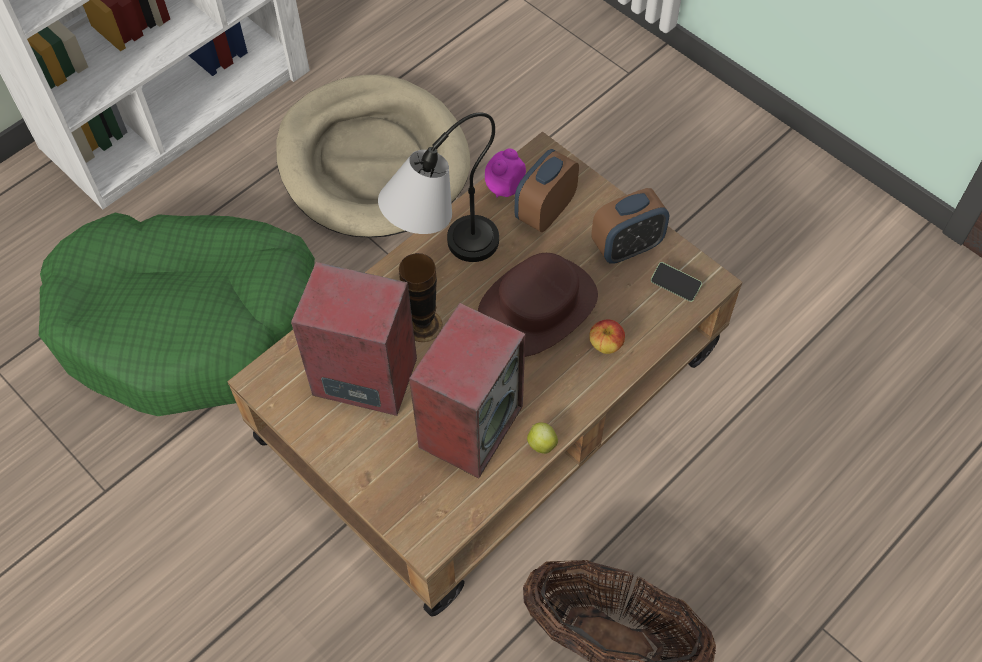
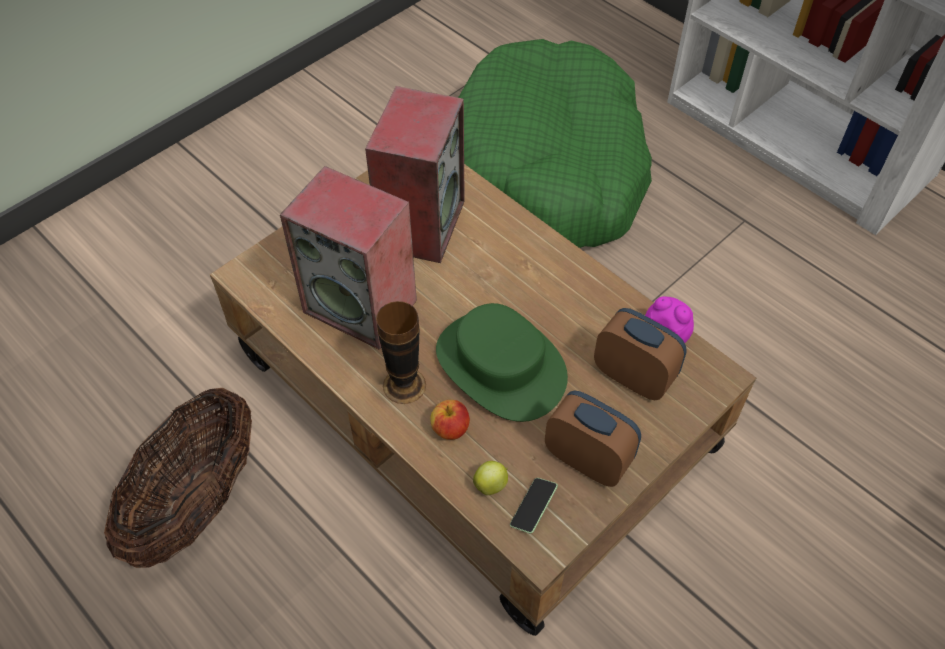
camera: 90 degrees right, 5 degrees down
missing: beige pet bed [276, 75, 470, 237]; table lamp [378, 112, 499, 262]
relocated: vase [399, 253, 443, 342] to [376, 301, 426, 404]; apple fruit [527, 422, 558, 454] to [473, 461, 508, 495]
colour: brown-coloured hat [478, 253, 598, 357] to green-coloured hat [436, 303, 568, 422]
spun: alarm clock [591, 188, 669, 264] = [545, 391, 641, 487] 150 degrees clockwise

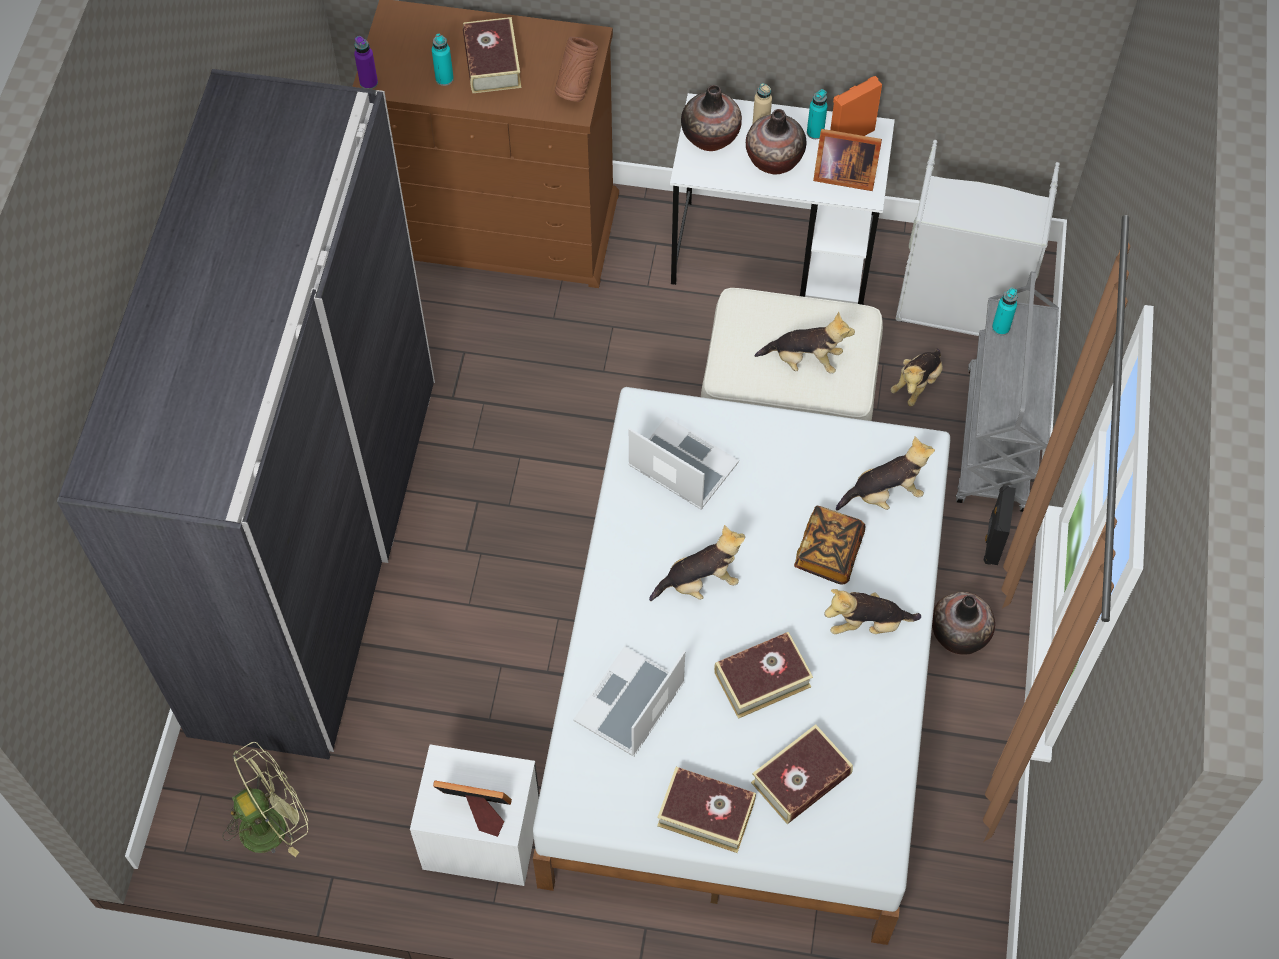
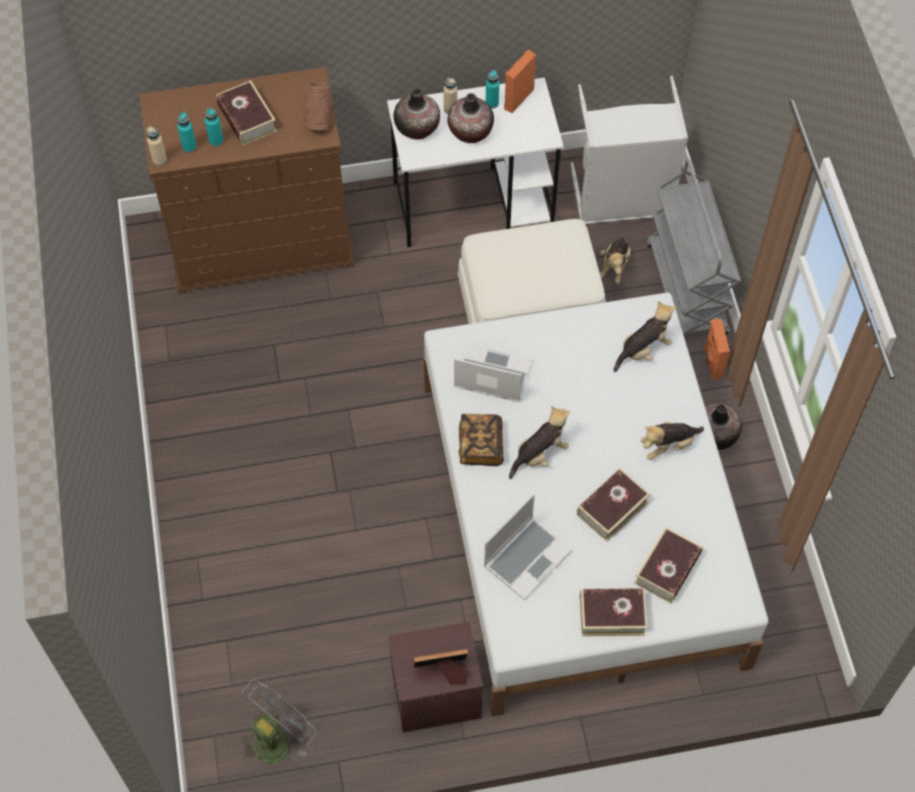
camera: 20 degrees left, 0 degrees up
missing: greyish armoire [57, 69, 435, 759]; picture frame [813, 129, 882, 191]; cuddly toy [755, 312, 855, 374]
relocated: blue-green bottle [992, 288, 1018, 335] to [177, 112, 197, 153]; bound book [794, 506, 865, 585] to [458, 414, 504, 466]
colour: purple bottle [354, 36, 378, 89] to beige bottle [146, 126, 167, 166]; black-coloured speaker [984, 485, 1016, 565] to orange speaker [704, 319, 730, 380]; green-coloured cooling fan [222, 742, 308, 857] to greyish cooling fan [241, 680, 316, 764]; white night table [410, 745, 539, 886] to brown-coloured night table [388, 622, 483, 732]
spun: notebook computer [573, 646, 685, 757] = [484, 494, 572, 600] 150 degrees counterclockwise

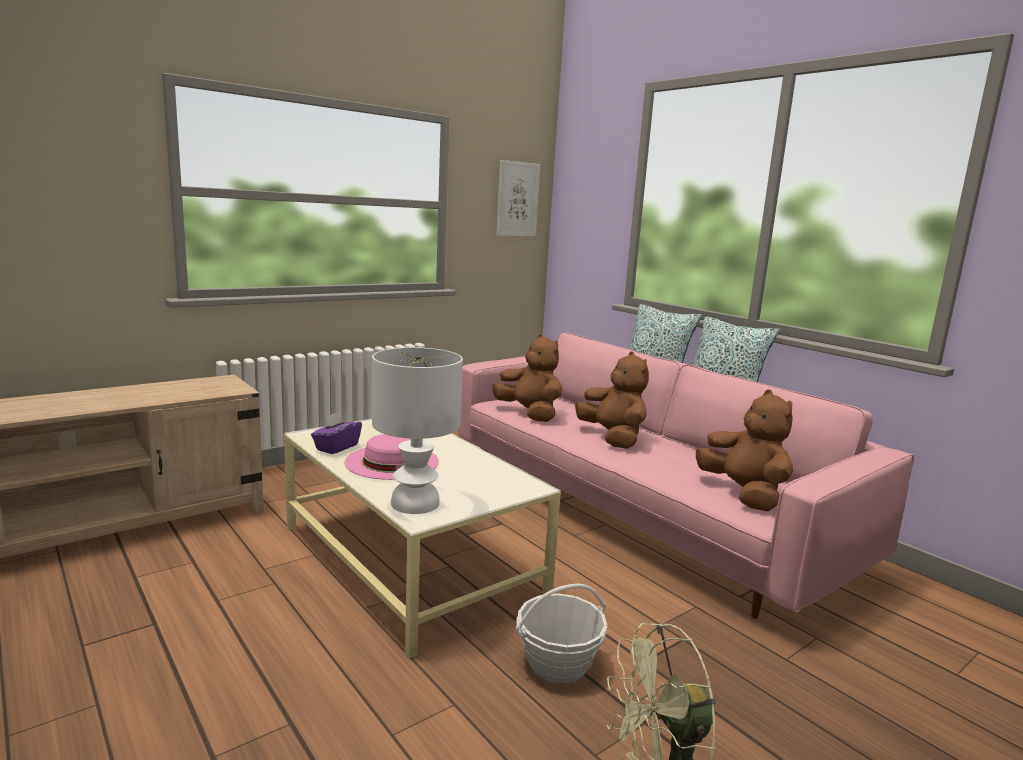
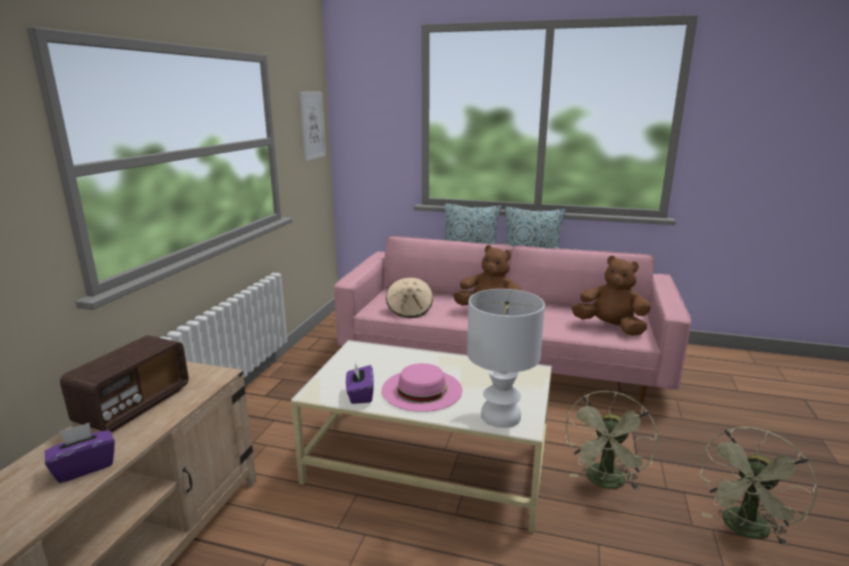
camera: 35 degrees left, 5 degrees up
appeared: radio set [60, 335, 189, 432]; purple box of tissues [45, 423, 115, 483]
exchanged: brown-coloured cuddly toy [492, 334, 562, 422] to beige hat [386, 278, 433, 318]; basket [516, 584, 607, 683] to green-coloured cooling fan [564, 391, 658, 490]

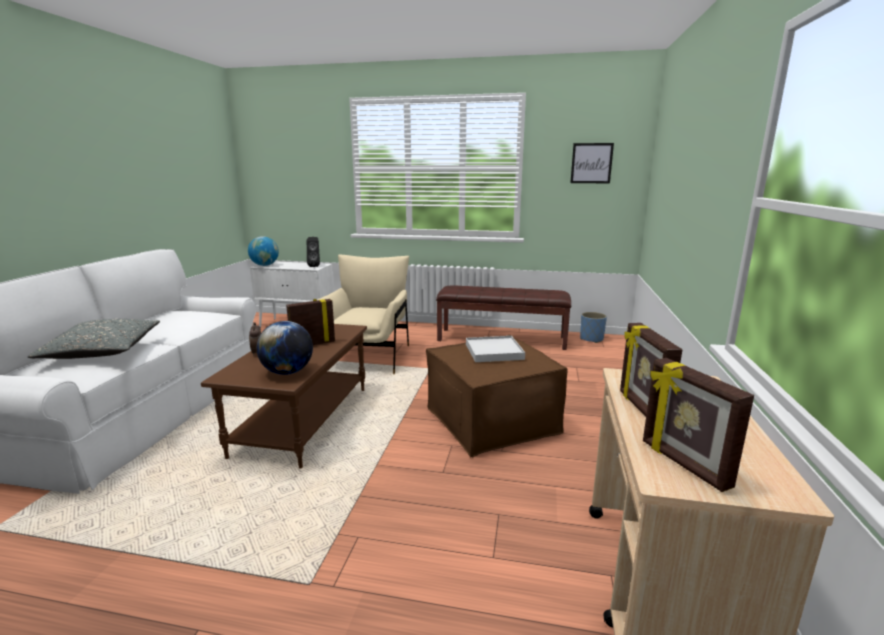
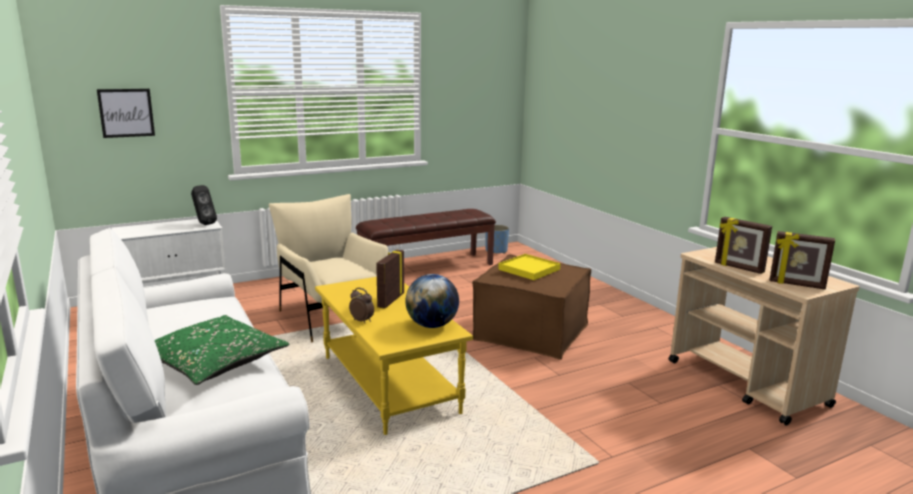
camera: 40 degrees left, 0 degrees up
missing: globe [248, 236, 279, 266]
relocated: wall picture [570, 143, 614, 183] to [97, 89, 155, 138]
colour: greyish pillow [28, 319, 160, 359] to green-coloured pillow [155, 315, 289, 385]; brown-coloured lounge table [201, 324, 367, 468] to yellowish lounge table [315, 277, 473, 435]; white serving tray [466, 336, 525, 362] to yellowish serving tray [498, 254, 560, 280]

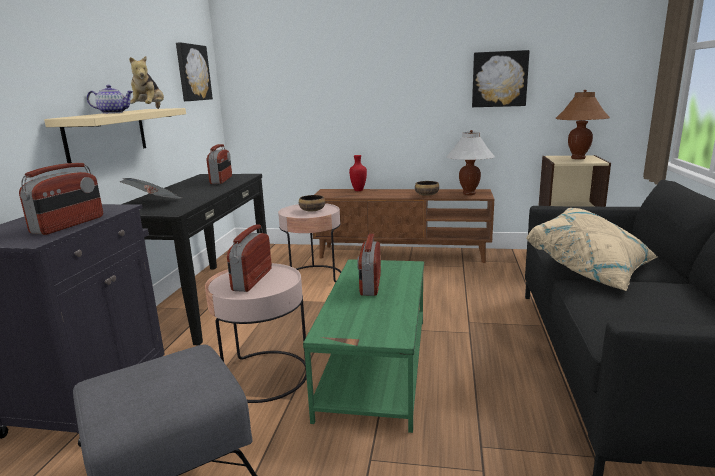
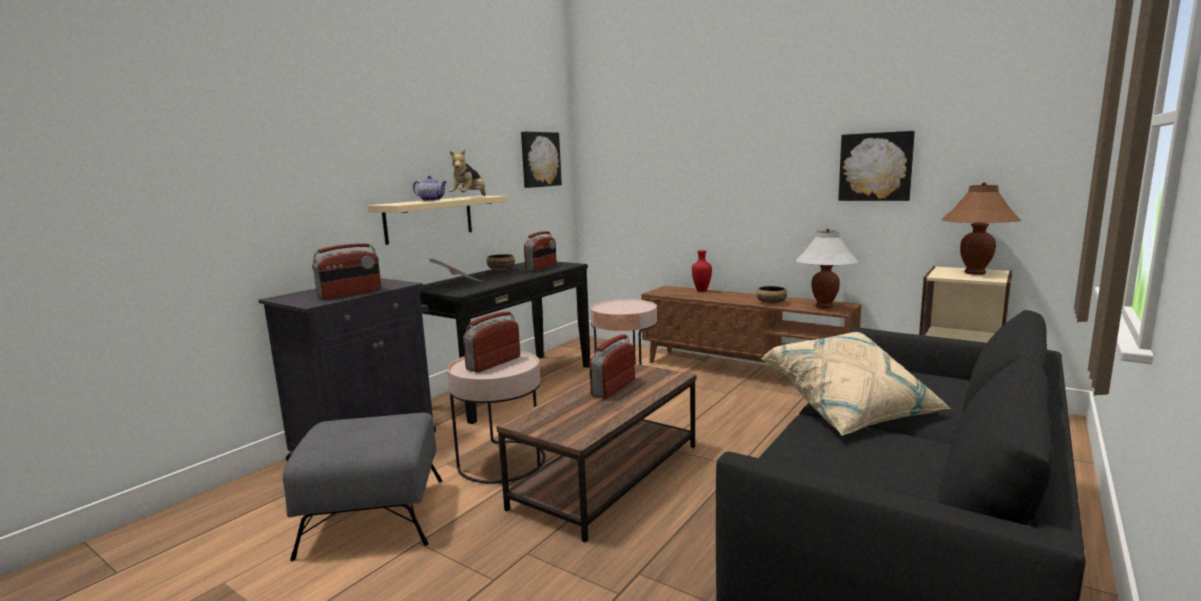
camera: 25 degrees right, 5 degrees down
relocated: bowl [299, 195, 325, 212] to [487, 254, 515, 270]
colour: green-coloured lounge table [303, 259, 424, 433] to brown-coloured lounge table [497, 364, 697, 543]

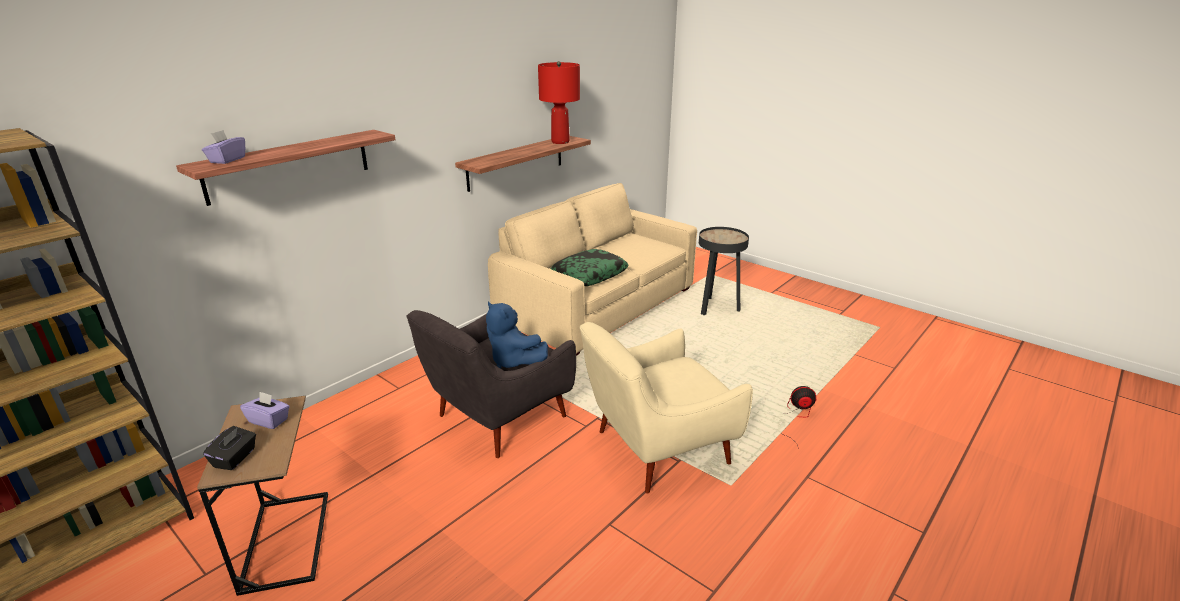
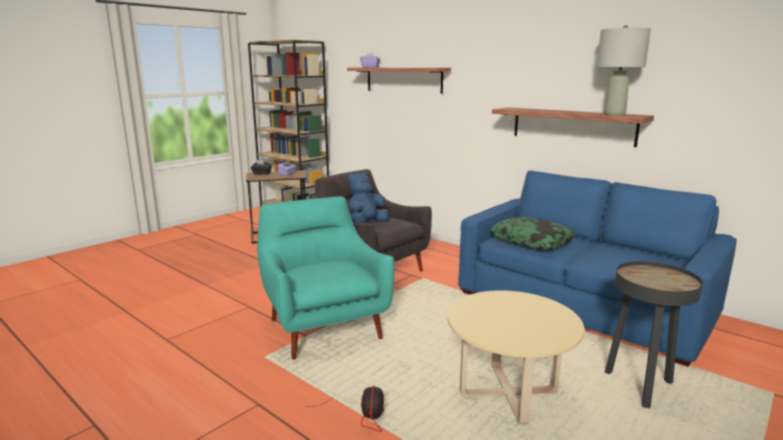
camera: 90 degrees right, 10 degrees down
appeared: beige lounge table [448, 290, 584, 424]
colour: reddish table lamp [538, 61, 580, 144] to greyish table lamp [597, 25, 651, 116]; beige sofa [488, 183, 697, 356] to blue sofa [458, 171, 737, 367]; beige armchair [580, 322, 753, 493] to blue-green armchair [257, 196, 394, 360]

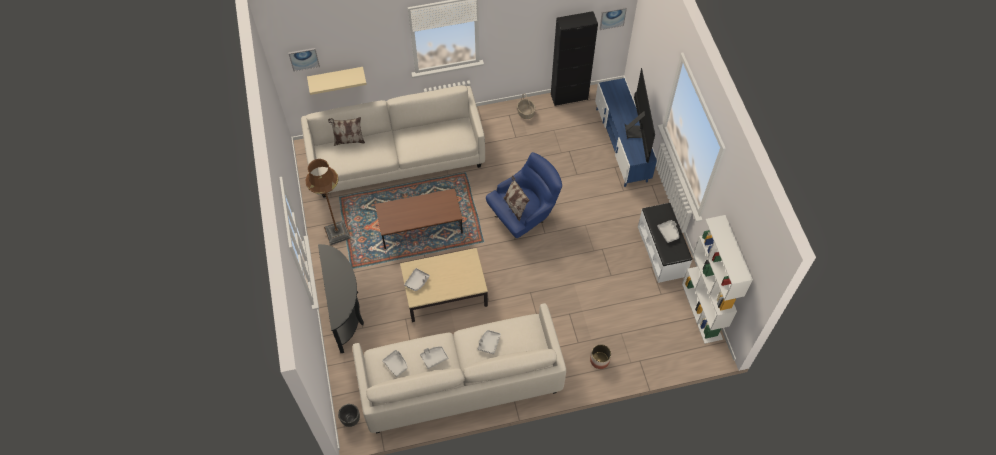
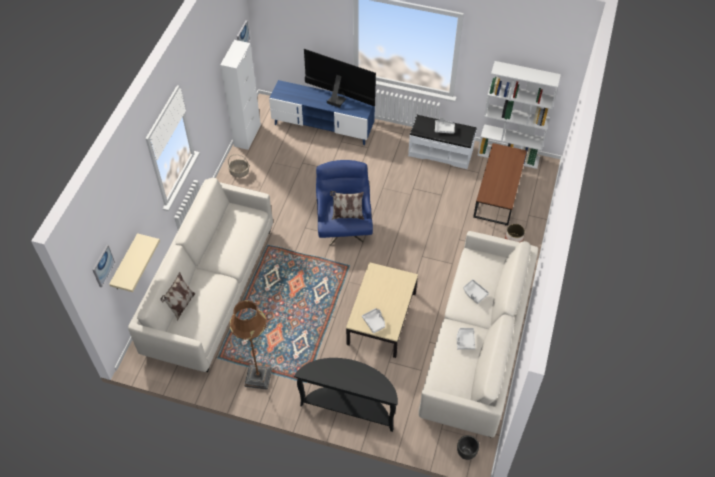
camera: 60 degrees left, 5 degrees down
missing: greyish serving tray [382, 350, 408, 377]
relocated: brown-coloured lounge table [375, 188, 463, 249] to [473, 143, 527, 225]
colour: black-coloured cabinet [551, 11, 598, 106] to white cabinet [220, 40, 261, 150]

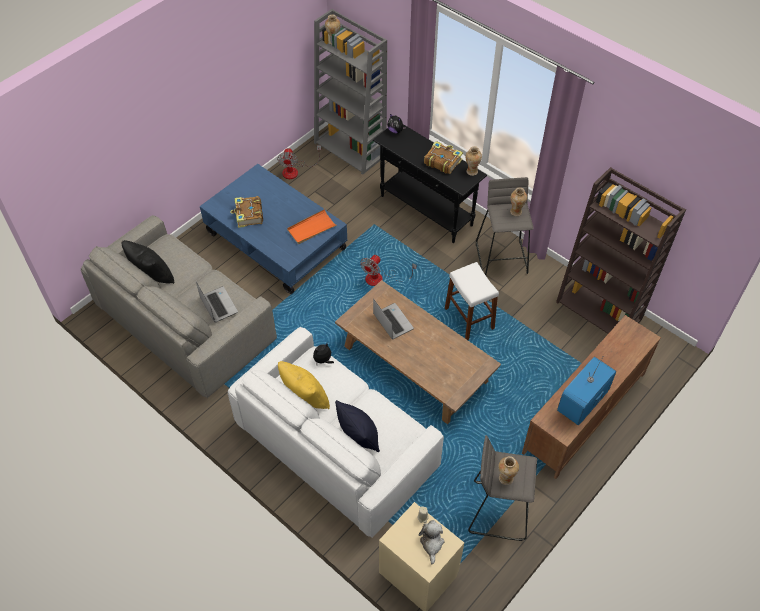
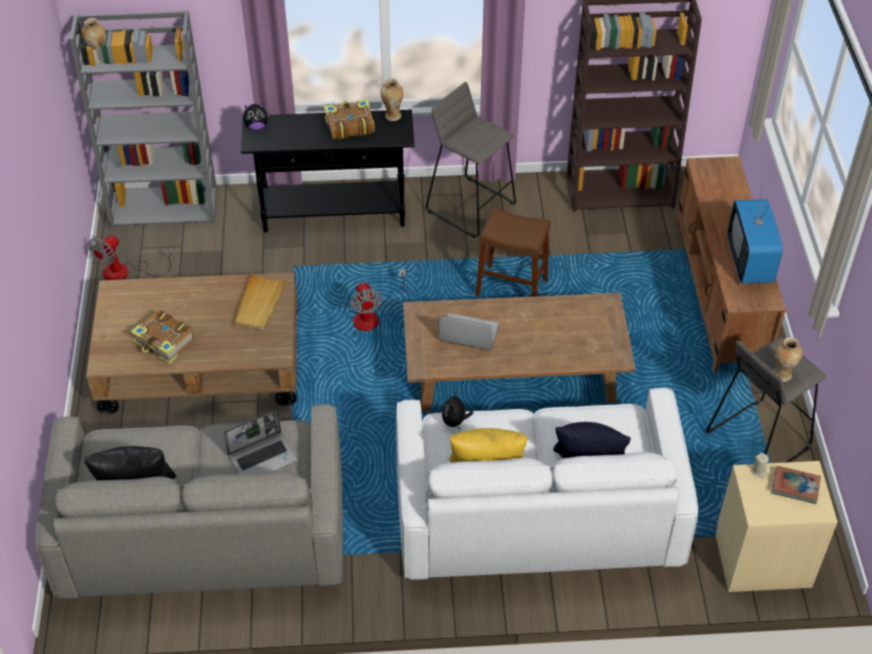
camera: 45 degrees left, 5 degrees down
missing: vase [510, 187, 527, 216]
exchanged: cuddly toy [419, 520, 445, 564] to bound book [772, 466, 821, 504]
colour: blue lounge table [200, 164, 347, 294] to brown-coloured lounge table [86, 272, 297, 414]; orange serving tray [287, 209, 337, 244] to beige serving tray [233, 272, 288, 331]; white stool seat [445, 262, 499, 340] to brown-coloured stool seat [475, 207, 551, 297]
spun: cooling fan [277, 145, 321, 179] = [88, 235, 175, 280] 75 degrees clockwise; notebook computer [196, 282, 238, 323] = [224, 409, 298, 474] 135 degrees clockwise

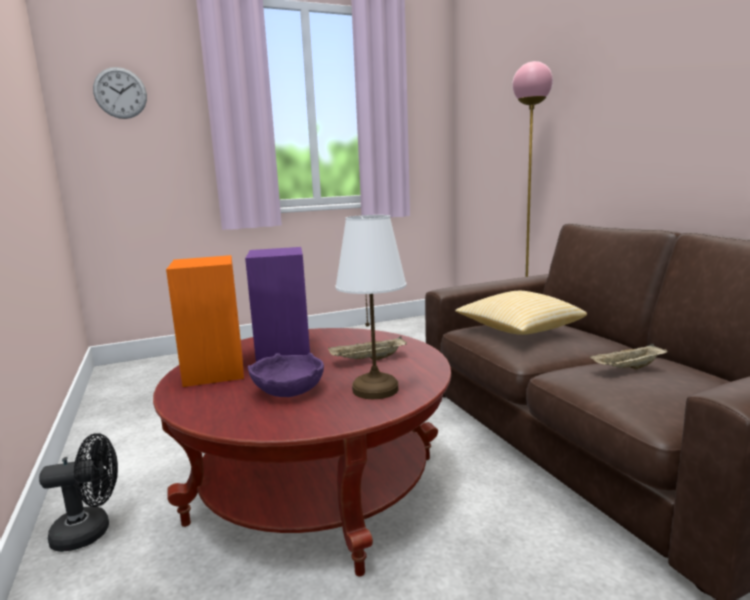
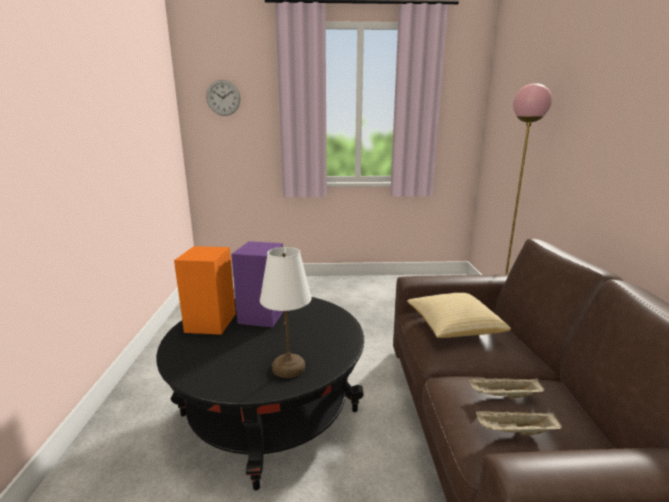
camera: 20 degrees right, 5 degrees up
missing: purple bowl [248, 353, 324, 397]; black-coloured cooling fan [39, 433, 118, 552]
relocated: beige serving tray [328, 336, 407, 360] to [476, 411, 562, 436]
colour: reddish lounge table [153, 328, 451, 576] to black-coloured lounge table [156, 297, 364, 490]

